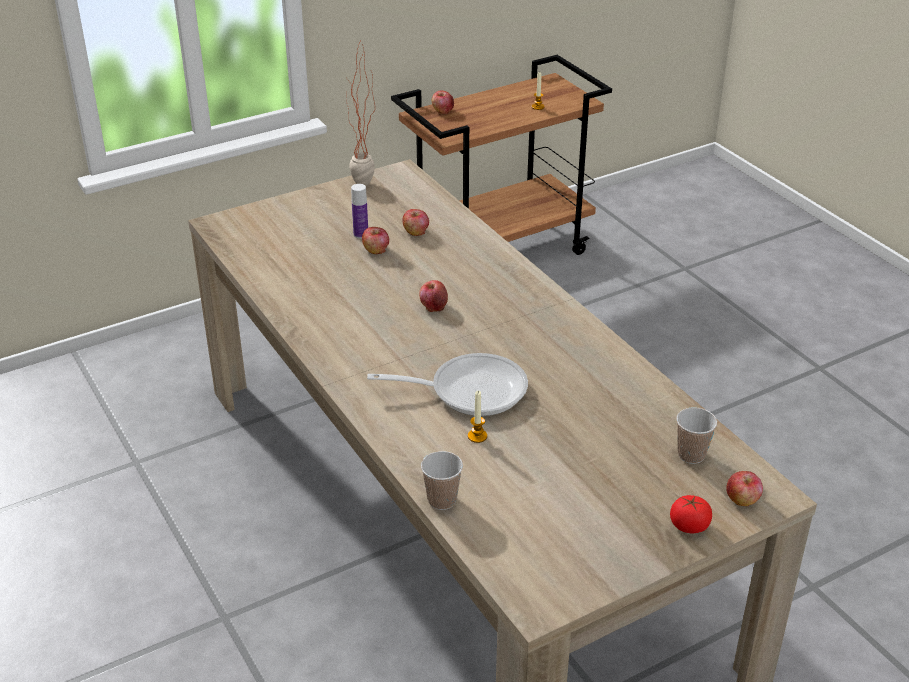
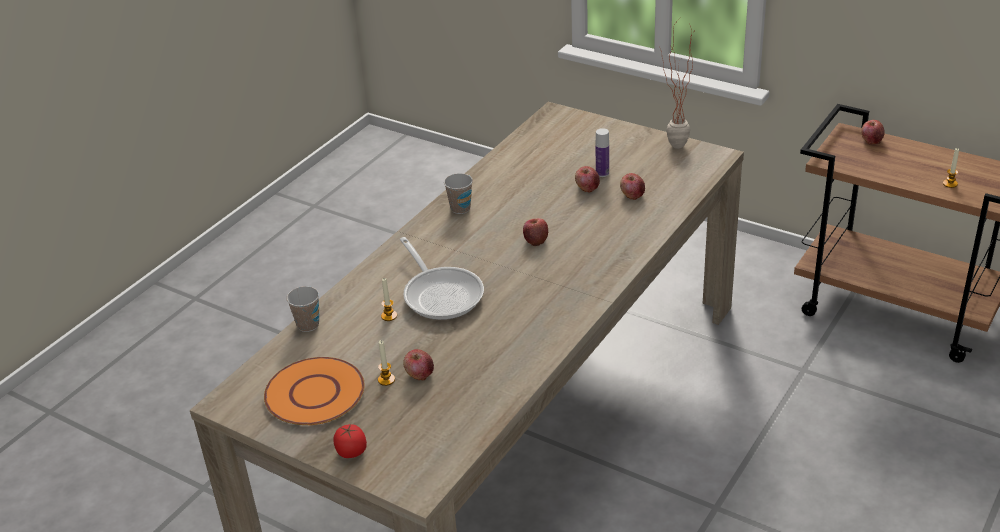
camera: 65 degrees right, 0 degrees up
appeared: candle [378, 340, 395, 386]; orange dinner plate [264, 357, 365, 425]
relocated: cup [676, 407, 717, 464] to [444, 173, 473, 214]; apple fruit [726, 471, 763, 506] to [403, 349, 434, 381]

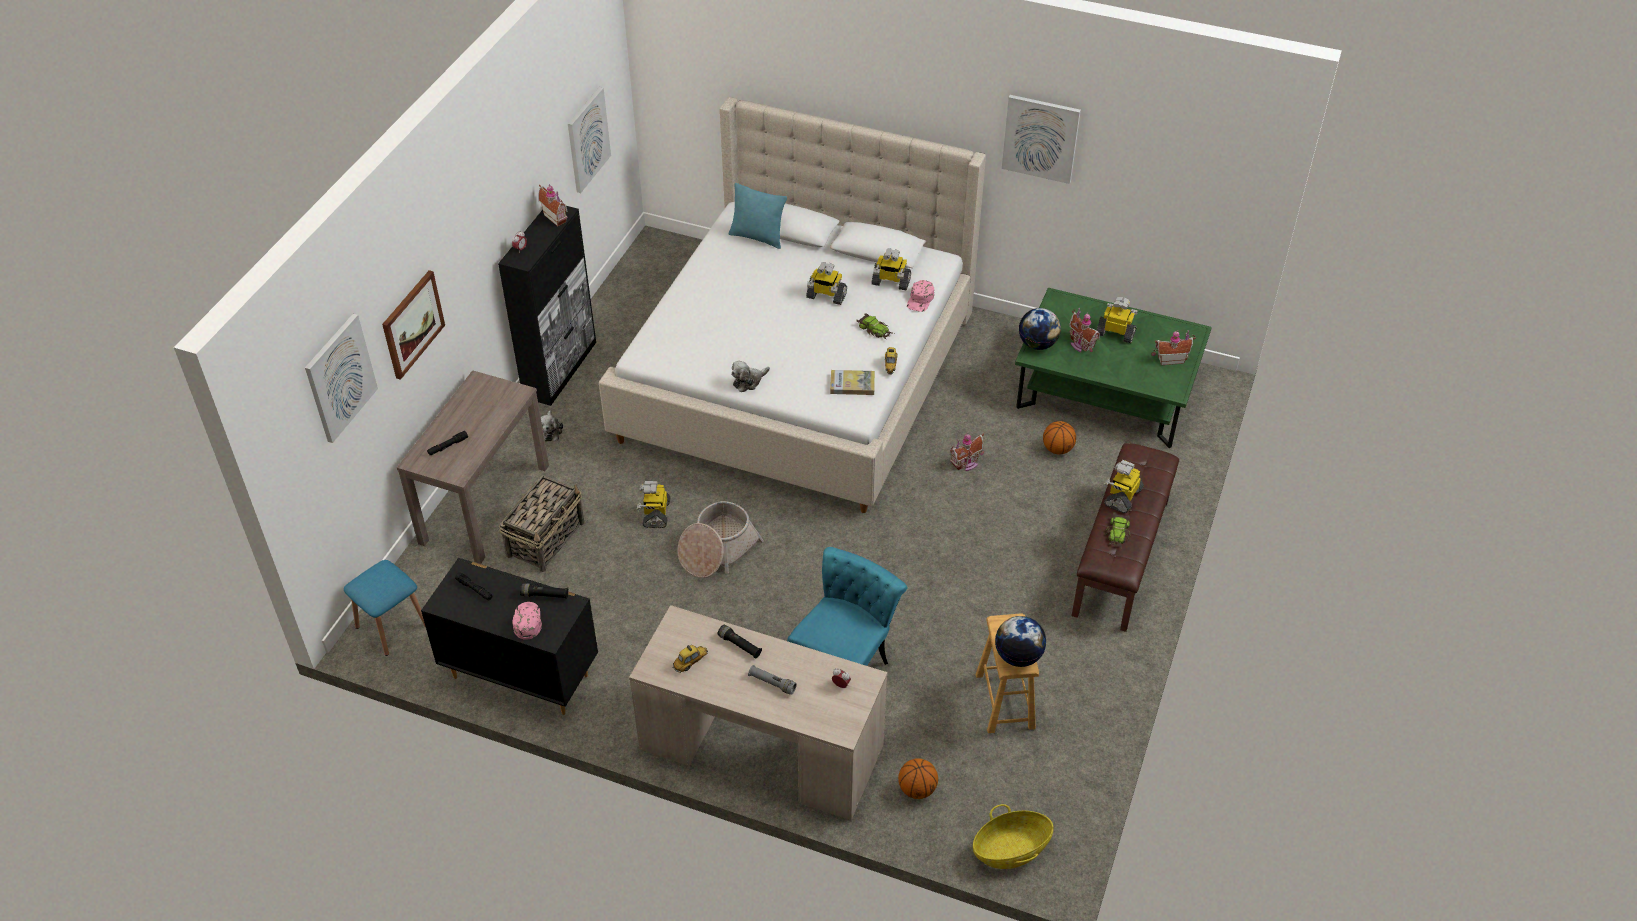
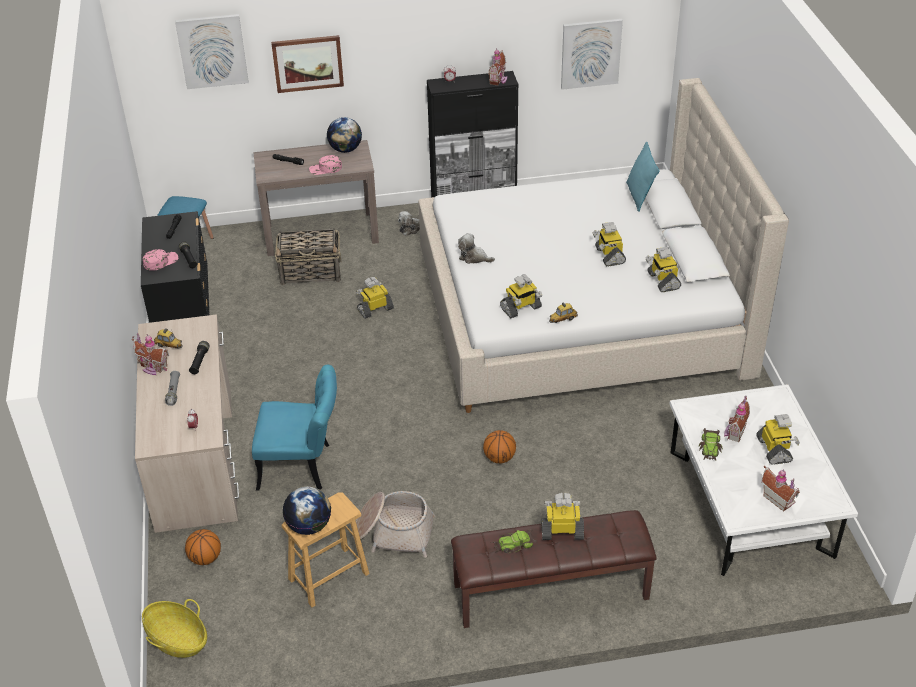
camera: 60 degrees right, 5 degrees down
missing: wall picture [1002, 95, 1081, 184]
relocated: pinkish peaked cap [907, 280, 934, 312] to [309, 155, 342, 175]; globe [1019, 308, 1061, 350] to [327, 117, 362, 153]; toy car [856, 313, 894, 340] to [698, 428, 723, 460]; basketball [1043, 421, 1076, 455] to [483, 430, 516, 464]; toy house [950, 433, 984, 471] to [132, 333, 169, 375]; basket [677, 501, 764, 578] to [353, 491, 435, 558]
exchanged: bound book [830, 370, 875, 395] to model robot [500, 274, 542, 318]
colour: green-coloured lounge table [1015, 288, 1212, 448] to white lounge table [670, 384, 858, 576]

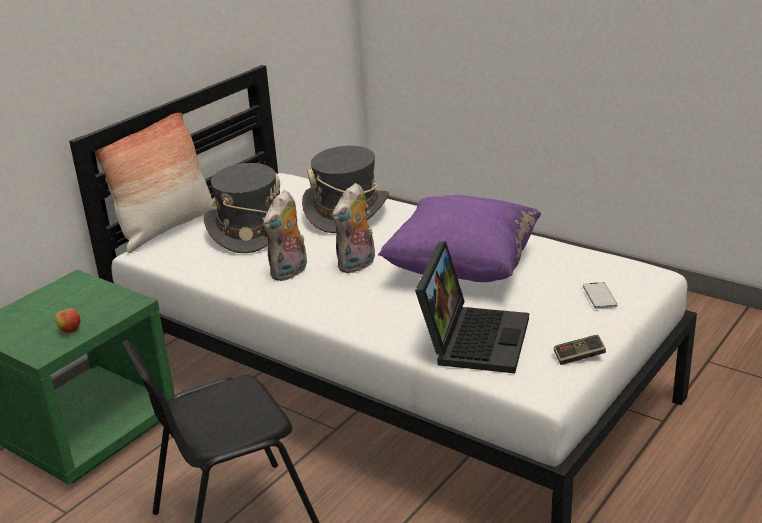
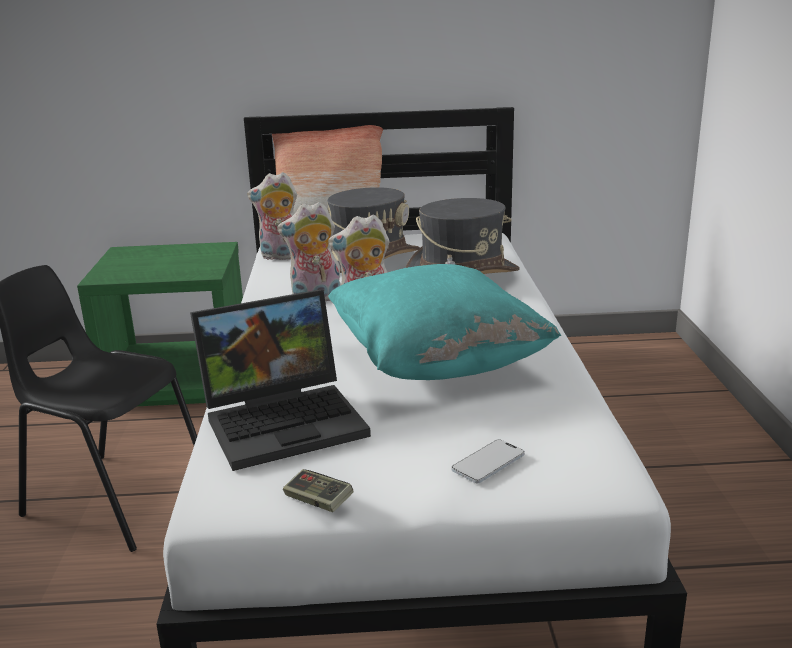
camera: 50 degrees right, 5 degrees down
missing: apple fruit [55, 309, 80, 334]
appeared: cuddly toy [247, 172, 297, 260]
colour: purple pillow [378, 195, 541, 282] to blue-green pillow [328, 264, 561, 380]

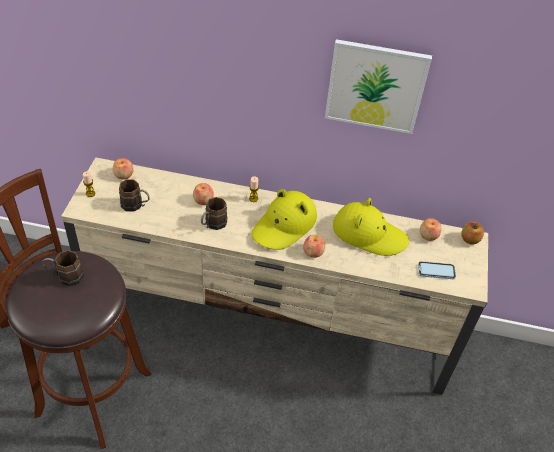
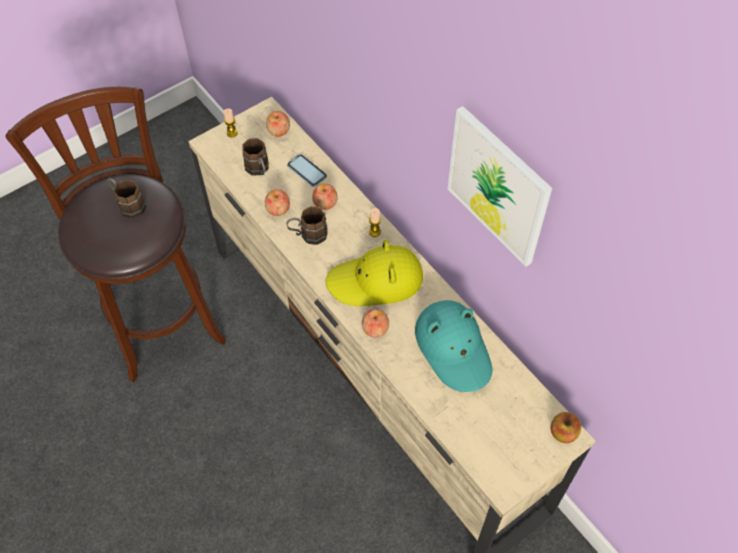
camera: 45 degrees right, 10 degrees up
relocated: apple fruit [420, 218, 441, 241] to [265, 189, 290, 216]; phone [418, 261, 456, 279] to [287, 154, 327, 187]
colour: yellowish hat [333, 198, 409, 256] to blue-green hat [415, 300, 492, 392]

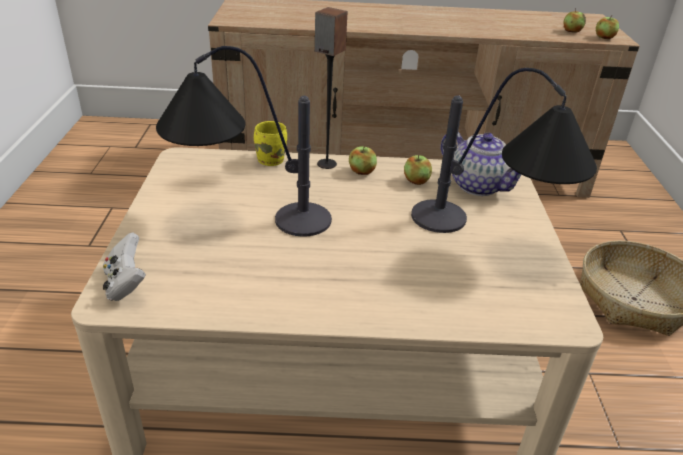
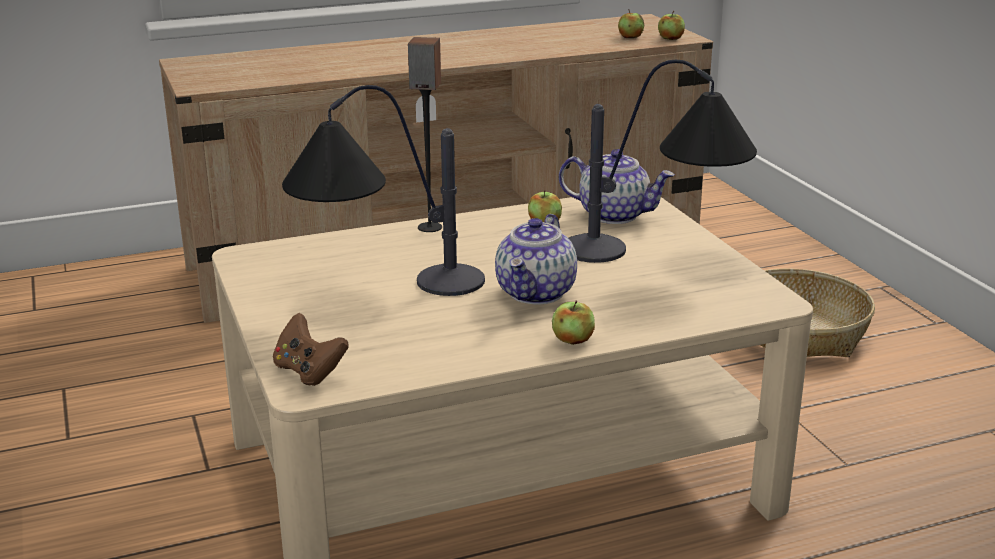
camera: 20 degrees left, 10 degrees down
missing: yellowish mug [254, 121, 287, 166]
appeared: teapot [495, 214, 577, 304]
relocated: apple fruit [349, 146, 377, 175] to [552, 300, 595, 345]
colour: white game controller [103, 233, 146, 301] to brown-coloured game controller [273, 313, 349, 386]

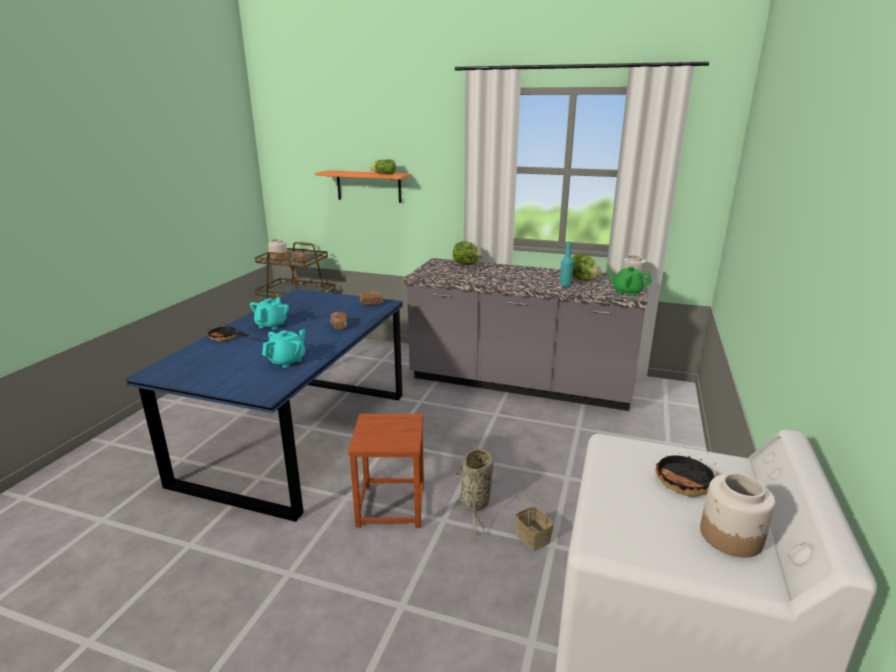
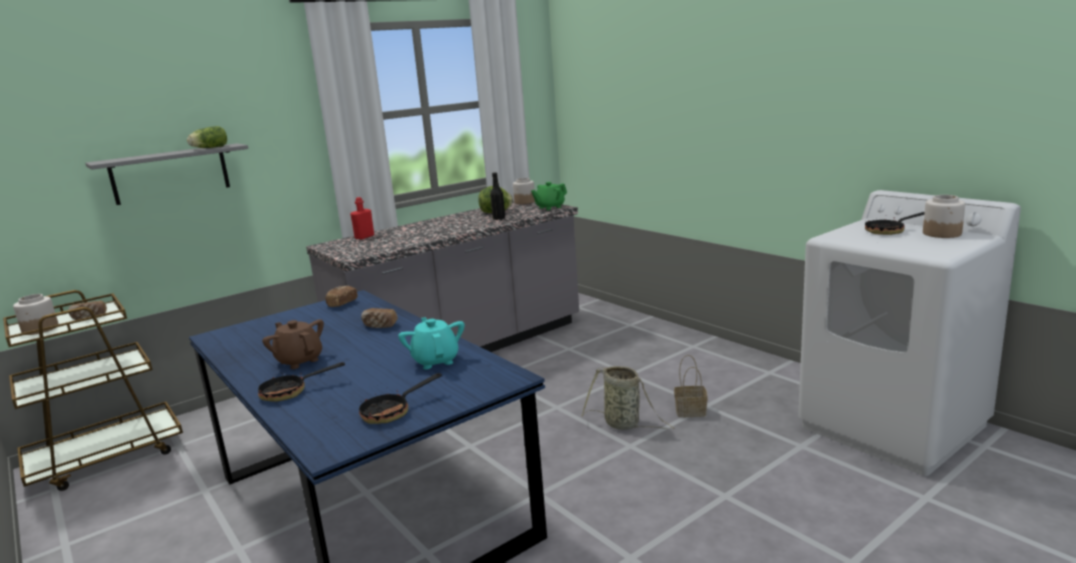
camera: 55 degrees left, 5 degrees down
missing: brown-coloured stool seat [348, 414, 424, 528]
appeared: skillet [359, 373, 442, 424]
exchanged: lettuce [453, 241, 483, 265] to reddish bottle [350, 197, 374, 239]
colour: orange shelf [315, 170, 411, 203] to greyish shelf [85, 143, 248, 205]; blue-green bottle [559, 242, 574, 287] to black-coloured bottle [490, 172, 505, 220]; blue-green teapot [250, 297, 289, 329] to brown-coloured teapot [262, 319, 324, 369]

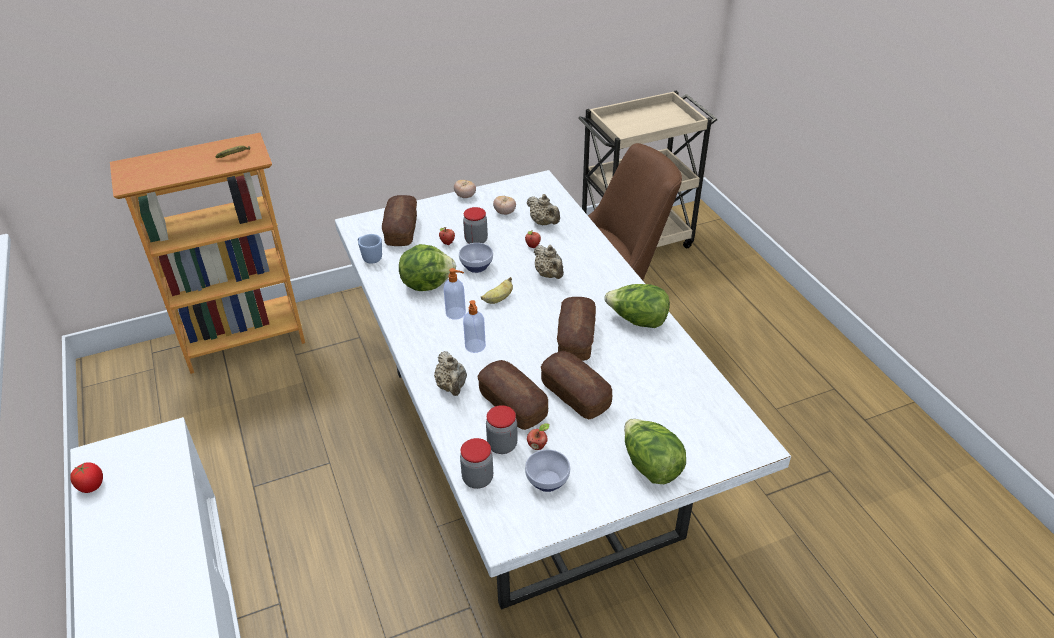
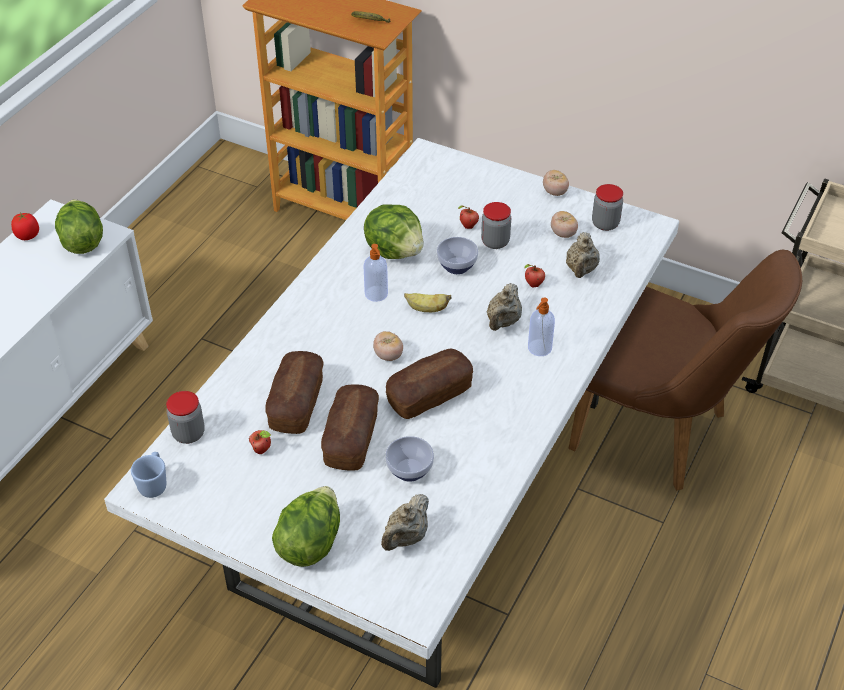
camera: 50 degrees right, 5 degrees up
missing: bakery bread [382, 195, 417, 246]
appeared: whole tomato [373, 331, 403, 361]
relocated: blue mug [358, 234, 382, 264] to [131, 452, 166, 498]; lettuce [605, 284, 670, 328] to [55, 199, 103, 254]; liquid soap bottle [463, 300, 486, 353] to [528, 298, 555, 356]; beige teapot [434, 351, 467, 396] to [381, 494, 429, 551]; jar [486, 405, 518, 454] to [592, 184, 623, 231]; bowl [525, 449, 570, 492] to [385, 436, 434, 482]

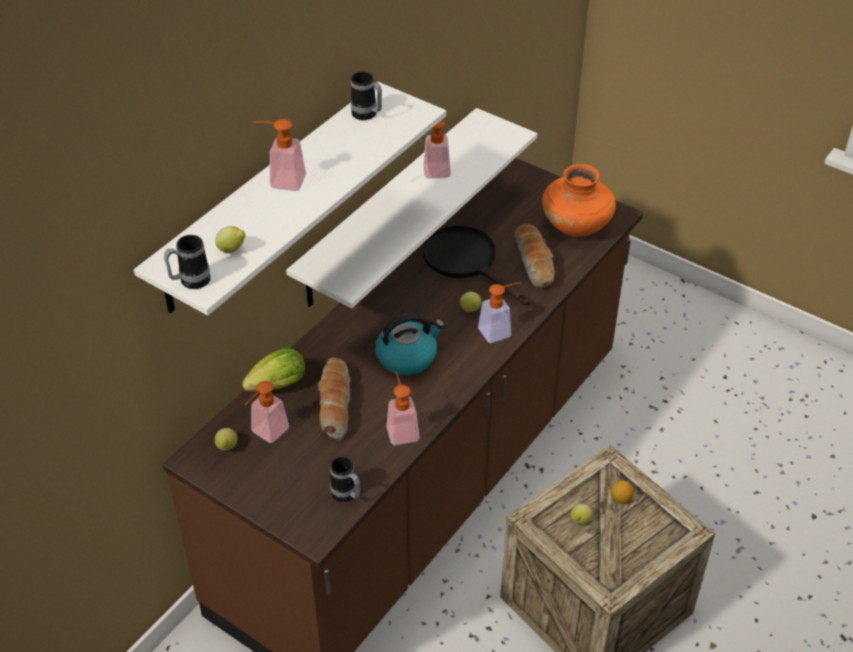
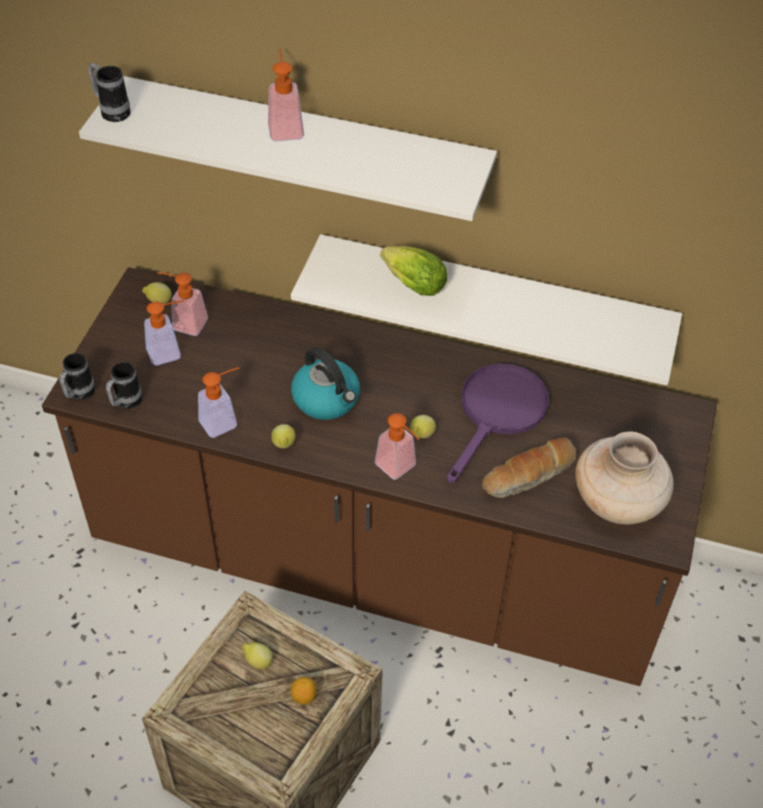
camera: 70 degrees right, 5 degrees up
missing: bakery bread [318, 357, 351, 440]
relocated: mug [351, 71, 382, 120] to [59, 353, 95, 400]; liquid soap bottle [423, 120, 451, 179] to [144, 300, 184, 366]; citrus fruit [215, 226, 246, 253] to [271, 424, 296, 448]; lettuce [242, 348, 305, 391] to [380, 246, 447, 296]
colour: orange vase [542, 164, 616, 237] to beige vase [575, 432, 674, 524]; black-coloured skillet [423, 226, 530, 305] to purple skillet [447, 364, 549, 484]

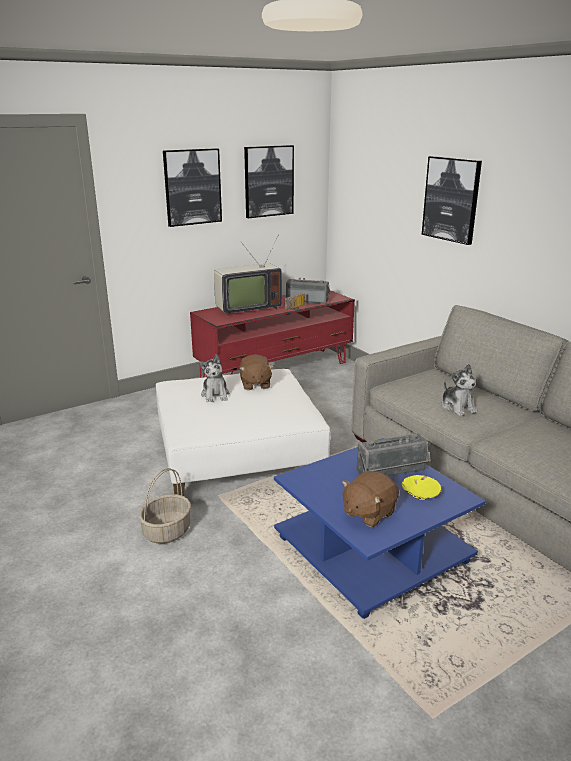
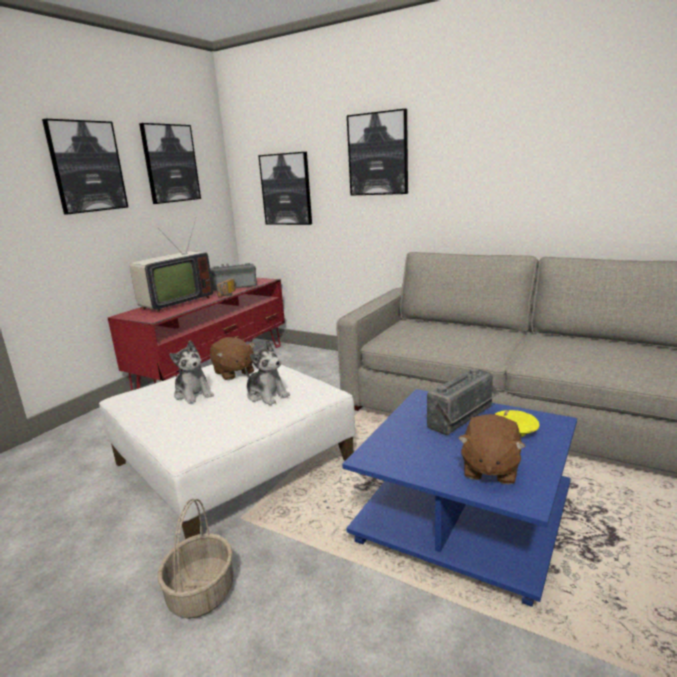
camera: 25 degrees left, 5 degrees down
appeared: wall picture [258, 152, 312, 225]
relocated: cuddly toy [442, 364, 477, 416] to [245, 340, 290, 405]

